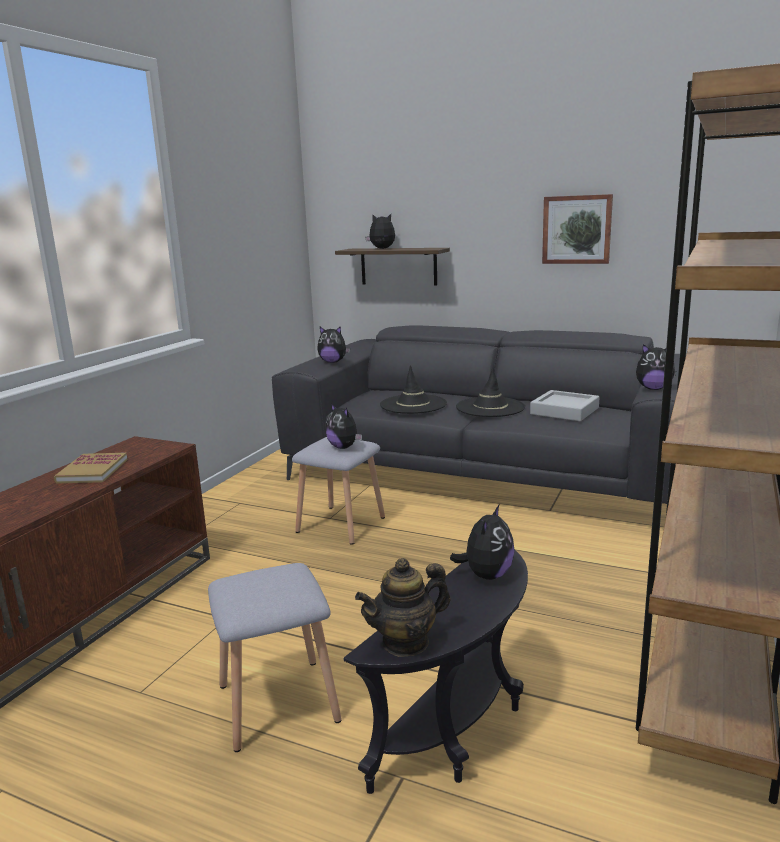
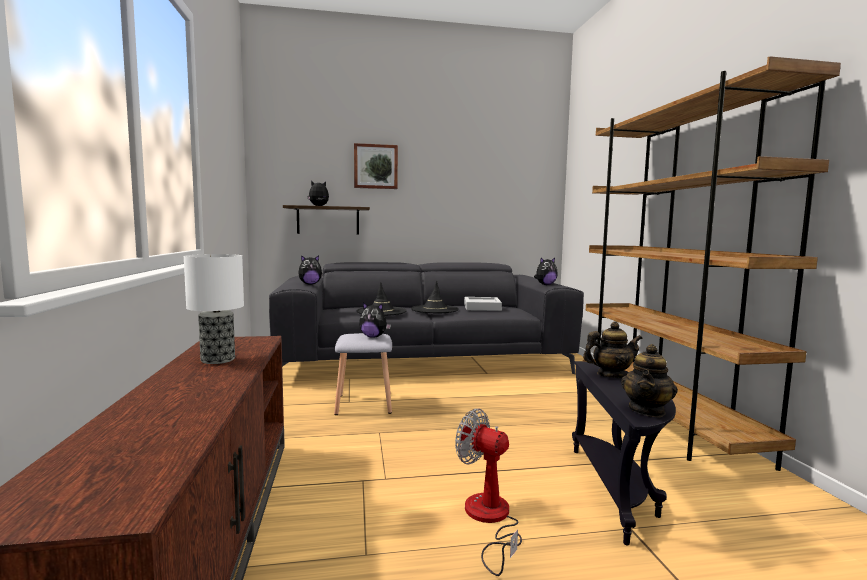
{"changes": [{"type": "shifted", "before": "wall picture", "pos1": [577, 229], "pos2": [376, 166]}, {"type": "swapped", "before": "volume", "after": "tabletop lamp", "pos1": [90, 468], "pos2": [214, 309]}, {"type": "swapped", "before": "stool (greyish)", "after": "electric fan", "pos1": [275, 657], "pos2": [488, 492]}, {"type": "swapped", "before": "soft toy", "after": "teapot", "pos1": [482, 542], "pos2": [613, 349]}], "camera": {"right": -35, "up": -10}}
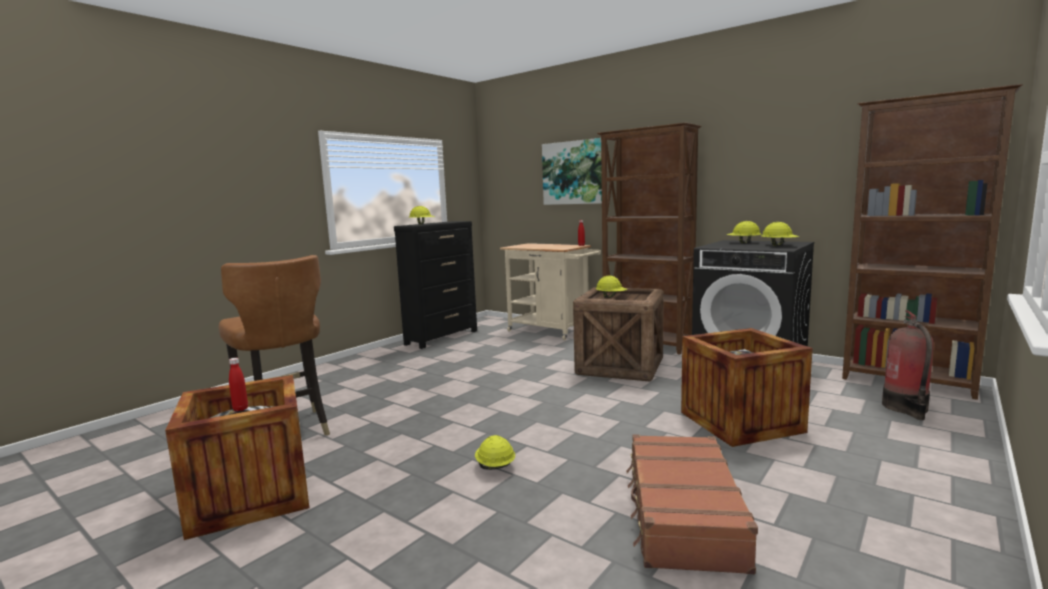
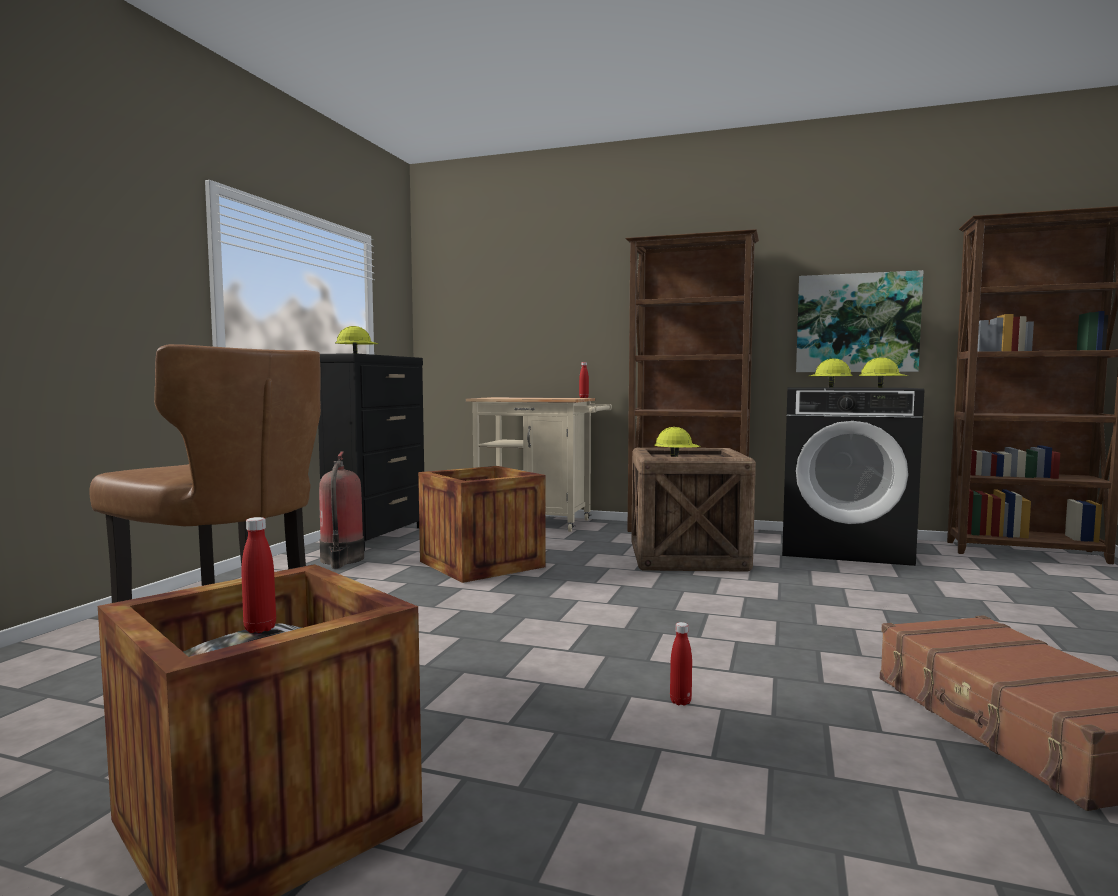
{"changes": [{"type": "shifted", "before": "wall picture", "pos1": [572, 171], "pos2": [859, 321]}, {"type": "shifted", "before": "packing crate", "pos1": [747, 387], "pos2": [482, 524]}, {"type": "shifted", "before": "fire extinguisher", "pos1": [907, 365], "pos2": [341, 510]}, {"type": "swapped", "before": "work helmet (yellow)", "after": "beverage bottle (red-coloured)", "pos1": [495, 452], "pos2": [681, 664]}], "camera": {"right": -20, "up": -5}}
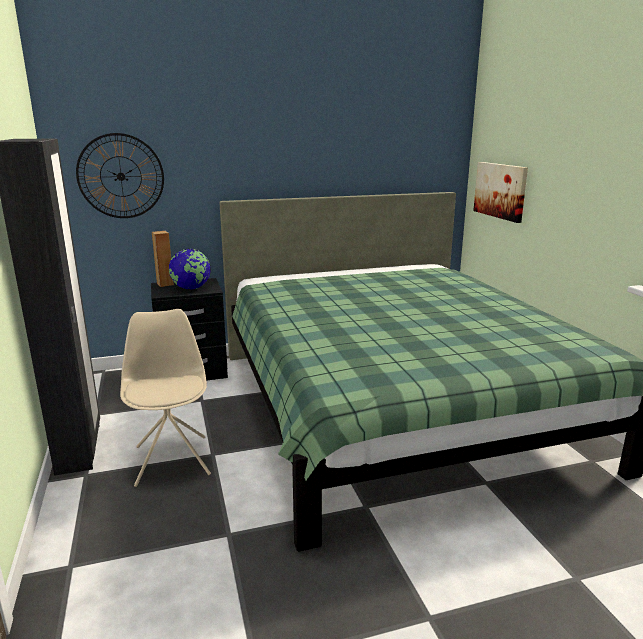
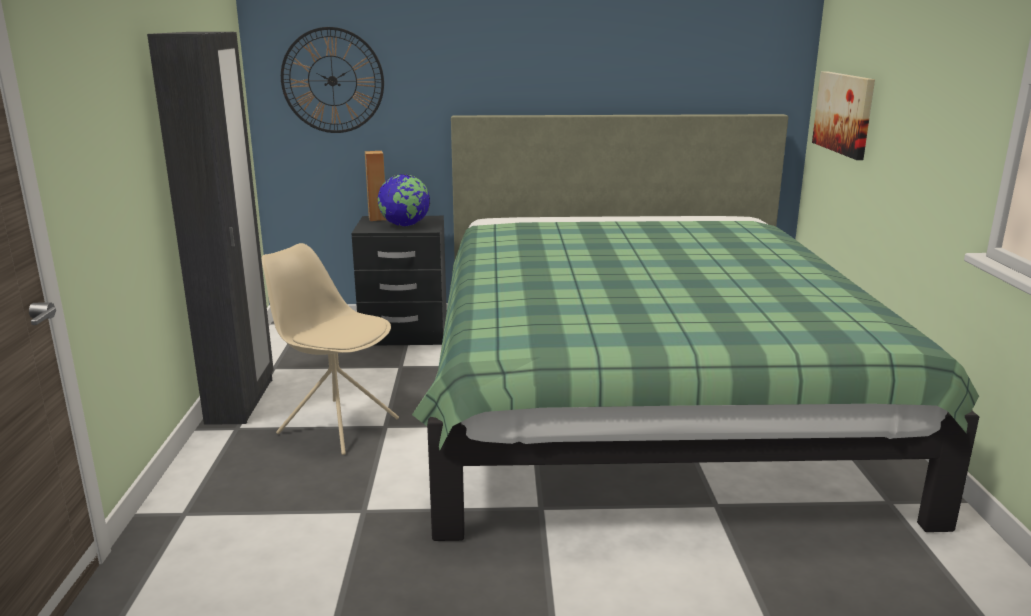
{"changes": [{"type": "rotated", "before": "upright chair (beige-coloured)", "pos1": [165, 398], "pos2": [330, 349], "turn": -60}], "camera": {"right": 15, "up": 0}}
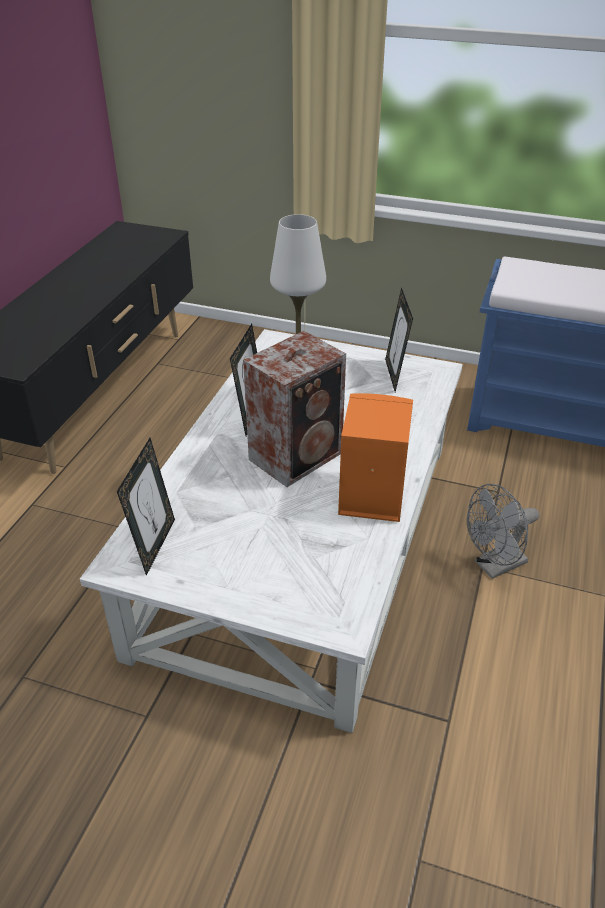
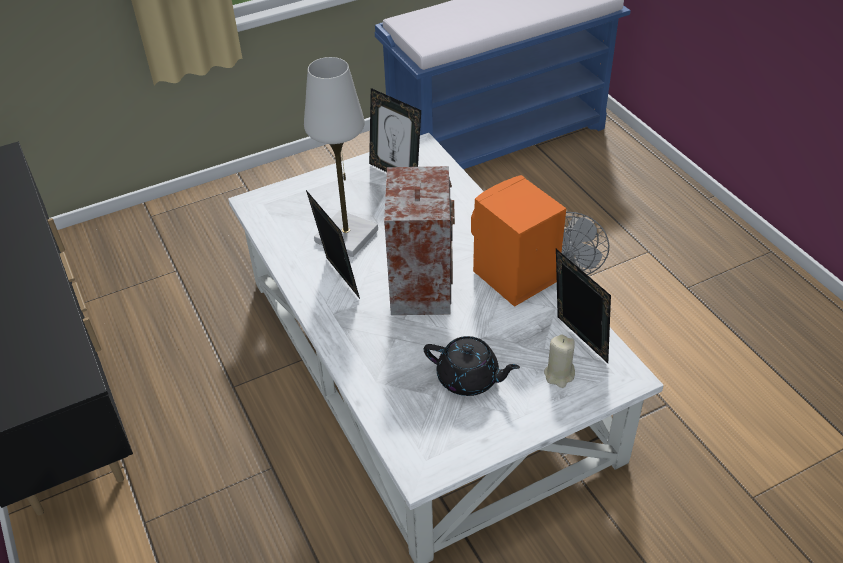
{"changes": [{"type": "new", "after": "teapot (blackish)", "pos2": [472, 366]}, {"type": "new", "after": "wax candle (beige-coloured)", "pos2": [559, 361]}, {"type": "shifted", "before": "photo frame", "pos1": [146, 507], "pos2": [583, 306]}], "camera": {"right": -45, "up": 5}}
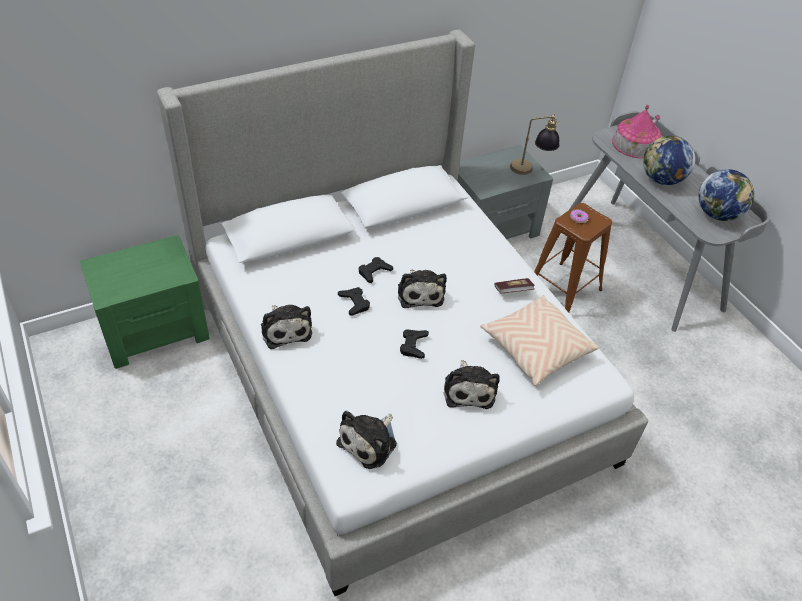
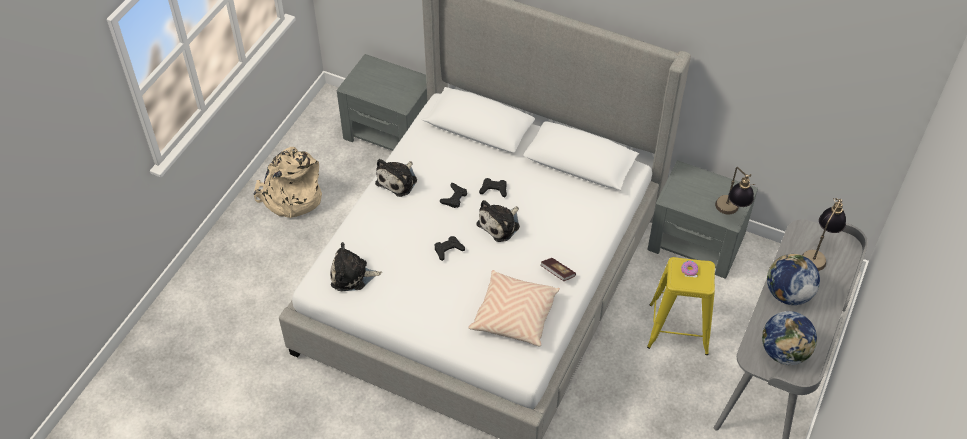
{"changes": [{"type": "gone", "before": "soft toy", "pos1": [472, 384]}, {"type": "new", "after": "knapsack (beige-coloured)", "pos2": [287, 182]}, {"type": "swapped", "before": "model house", "after": "tabletop lamp", "pos1": [636, 131], "pos2": [824, 234]}, {"type": "repainted", "before": "bedside table (green-coloured)", "after": "bedside table (greyish)", "pos1": [145, 302], "pos2": [382, 102]}, {"type": "repainted", "before": "stool (brownish)", "after": "stool (yellow)", "pos1": [573, 258], "pos2": [681, 306]}], "camera": {"right": 55, "up": 5}}
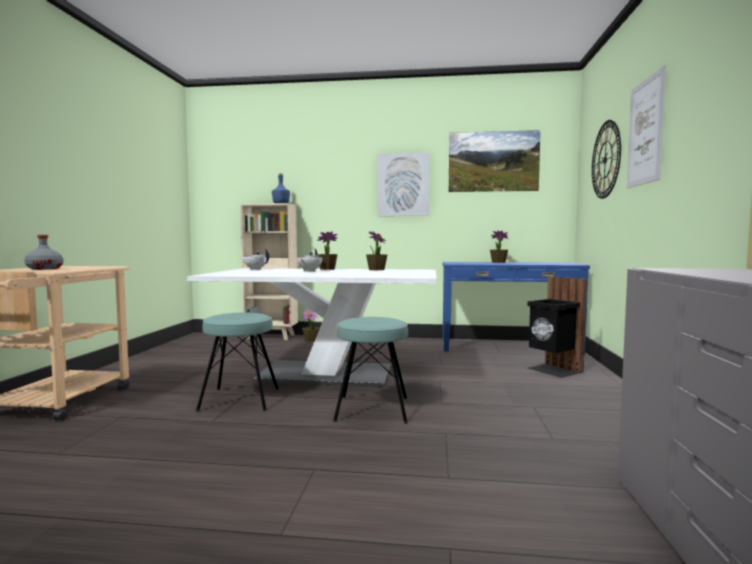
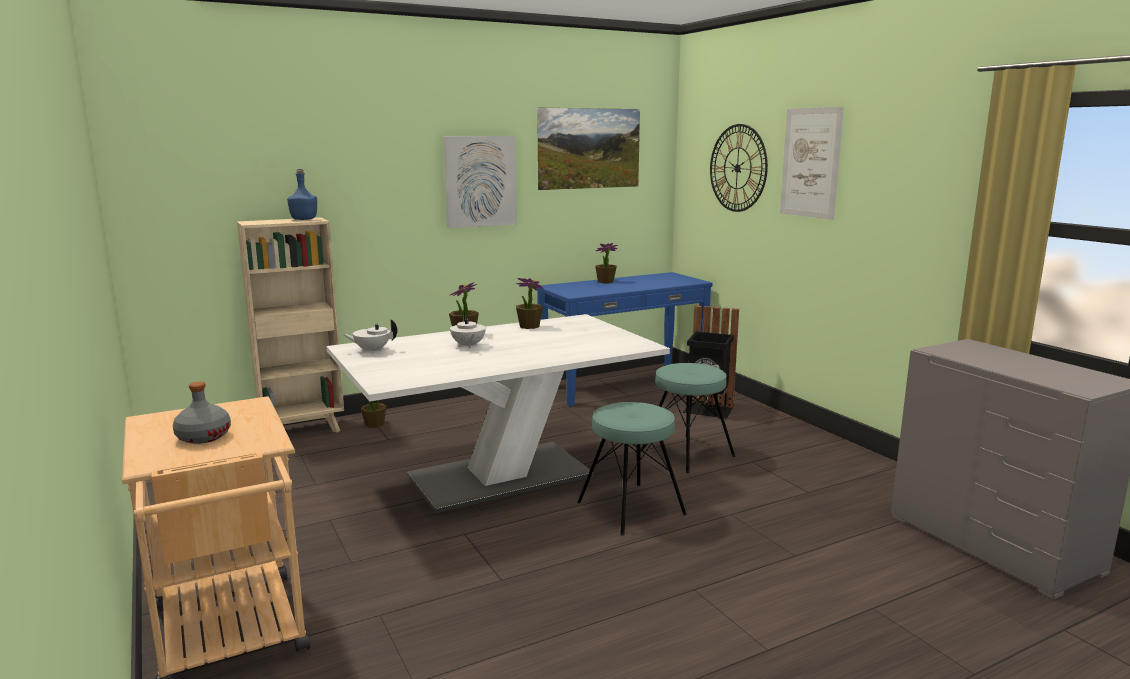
{"changes": [{"type": "shifted", "before": "stool (blue-green)", "pos1": [237, 362], "pos2": [688, 418]}], "camera": {"right": -35, "up": 10}}
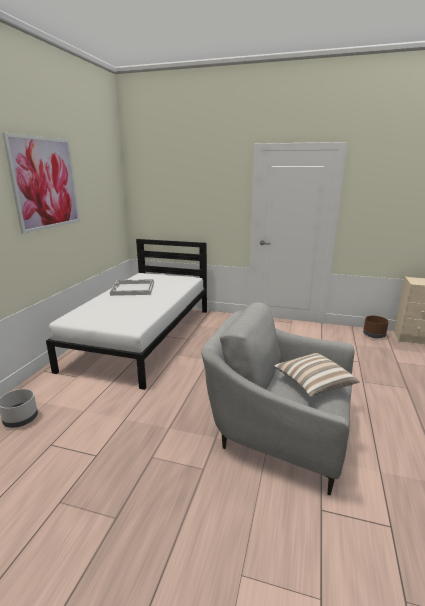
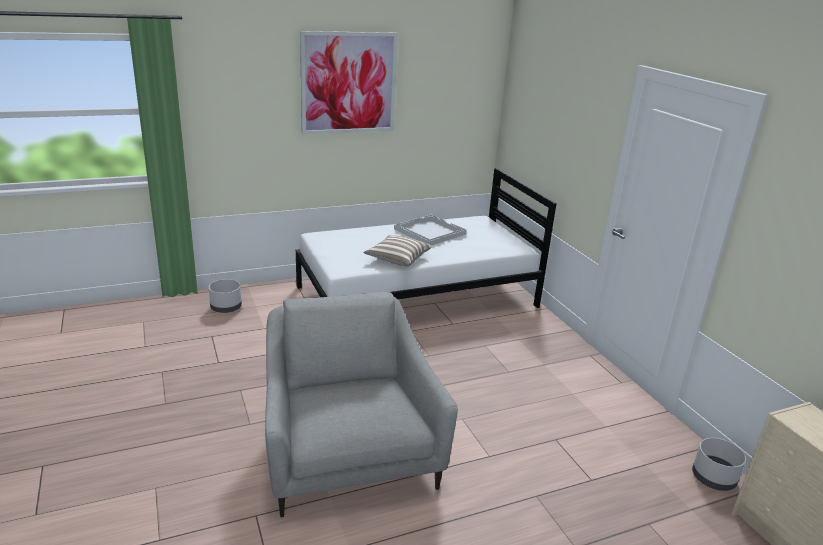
{"changes": [{"type": "shifted", "before": "pillow", "pos1": [317, 375], "pos2": [397, 250]}, {"type": "repainted", "before": "plant pot (brownish)", "after": "plant pot (greyish)", "pos1": [376, 327], "pos2": [719, 464]}], "camera": {"right": 50, "up": 5}}
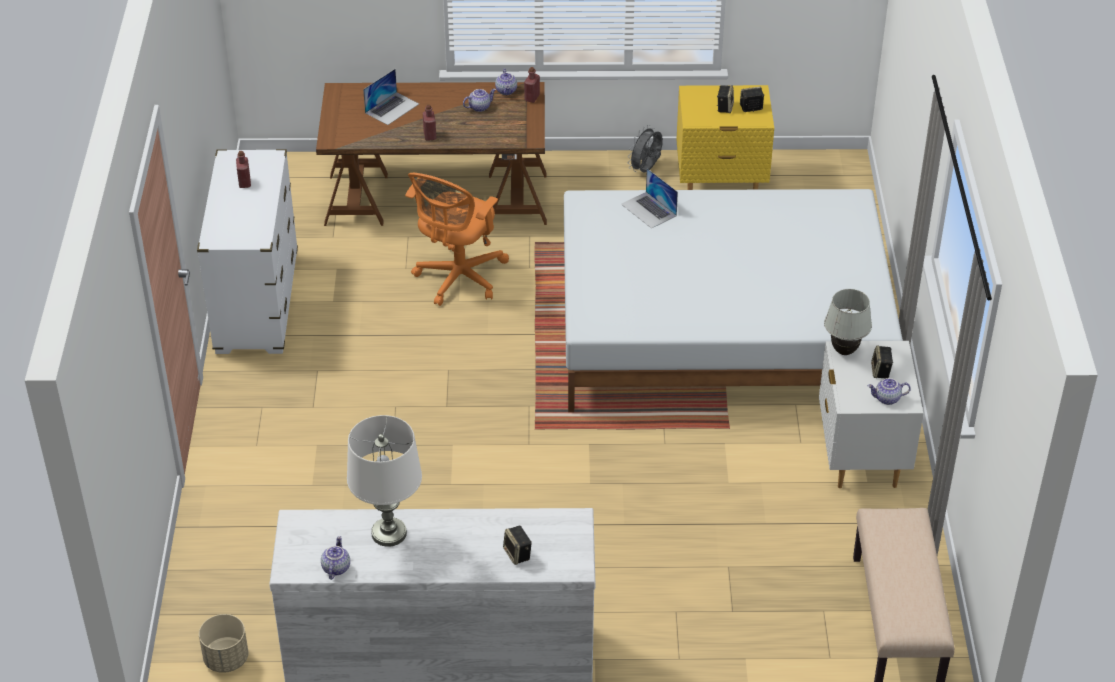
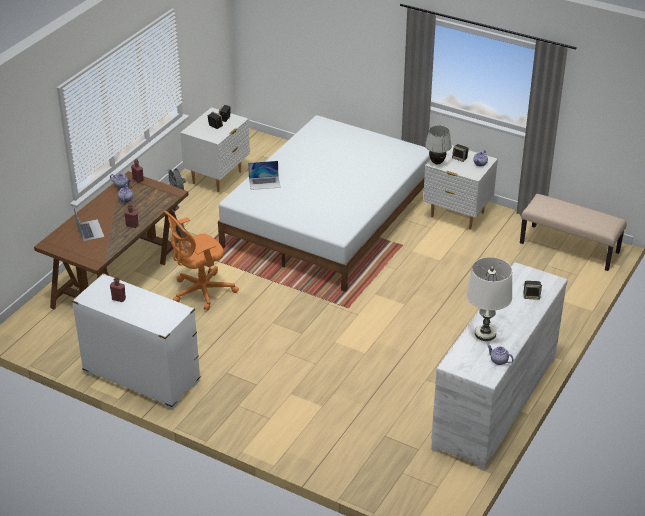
{"changes": [{"type": "gone", "before": "plant pot (beige-coloured)", "pos1": [223, 643]}, {"type": "repainted", "before": "bedside table (yellow)", "after": "bedside table (white-coloured)", "pos1": [725, 137], "pos2": [215, 149]}, {"type": "rotated", "before": "desk chair (orange-coloured)", "pos1": [457, 239], "pos2": [201, 261], "turn": 90}], "camera": {"right": -60, "up": -5}}
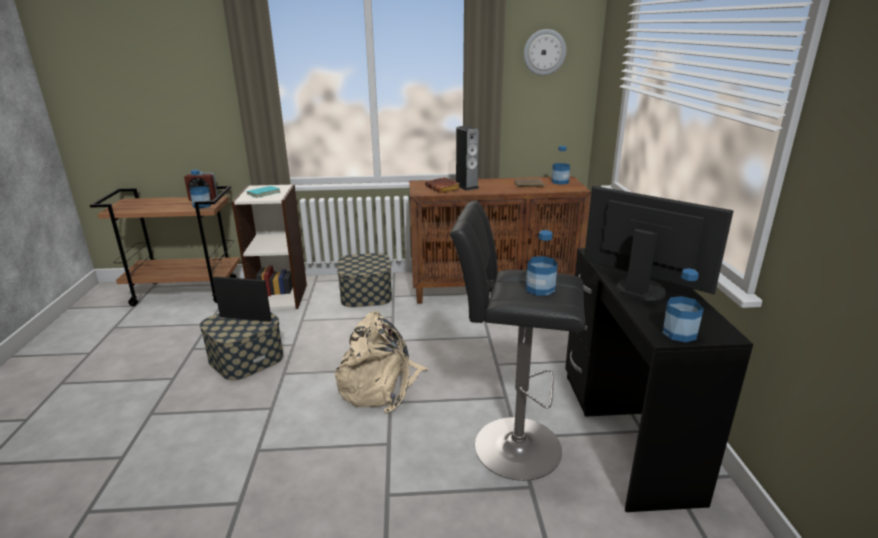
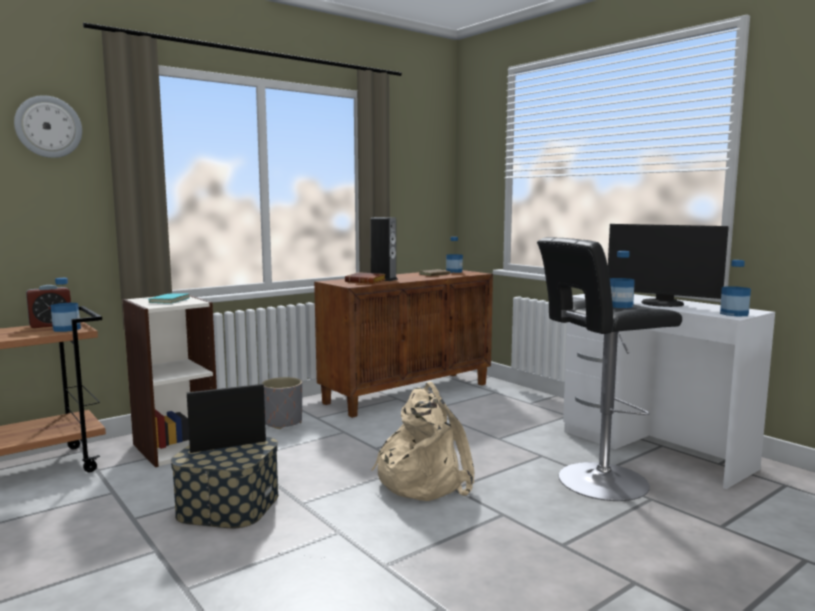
{"changes": [{"type": "shifted", "before": "wall clock", "pos1": [545, 52], "pos2": [48, 126]}, {"type": "swapped", "before": "storage box", "after": "plant pot (greyish)", "pos1": [364, 280], "pos2": [281, 403]}, {"type": "repainted", "before": "desk unit (blackish)", "after": "desk unit (white-coloured)", "pos1": [659, 380], "pos2": [669, 391]}, {"type": "rotated", "before": "computer display", "pos1": [658, 243], "pos2": [668, 265], "turn": -150}], "camera": {"right": -35, "up": -15}}
